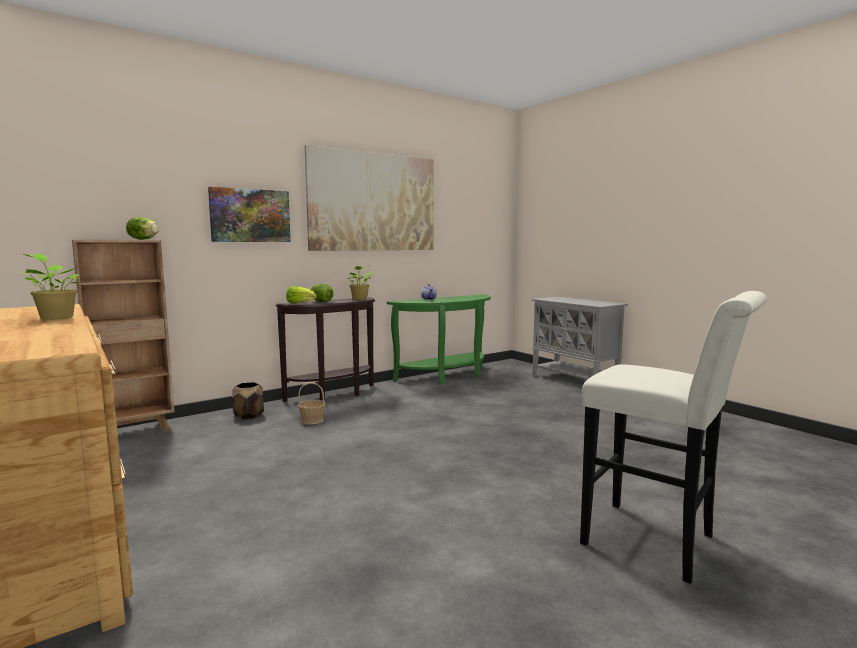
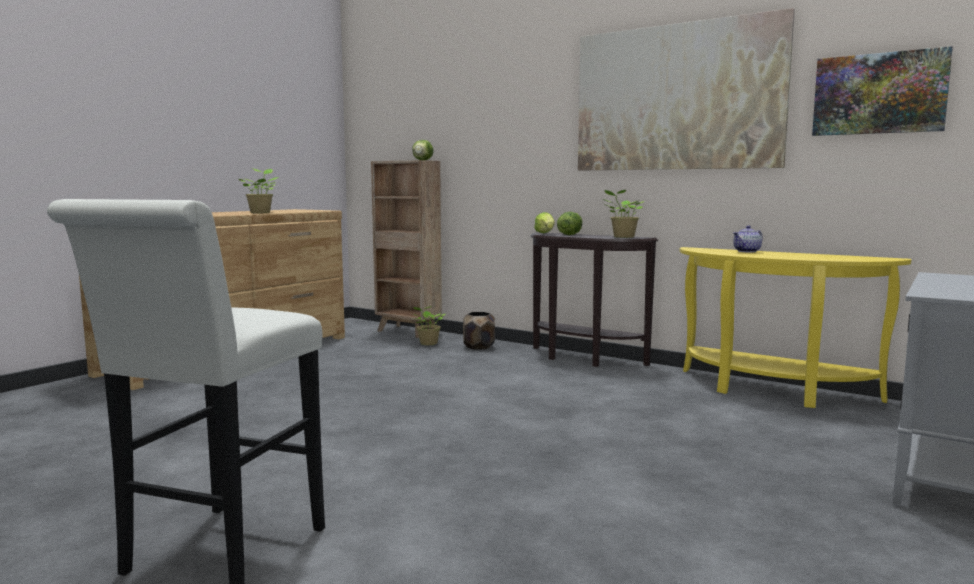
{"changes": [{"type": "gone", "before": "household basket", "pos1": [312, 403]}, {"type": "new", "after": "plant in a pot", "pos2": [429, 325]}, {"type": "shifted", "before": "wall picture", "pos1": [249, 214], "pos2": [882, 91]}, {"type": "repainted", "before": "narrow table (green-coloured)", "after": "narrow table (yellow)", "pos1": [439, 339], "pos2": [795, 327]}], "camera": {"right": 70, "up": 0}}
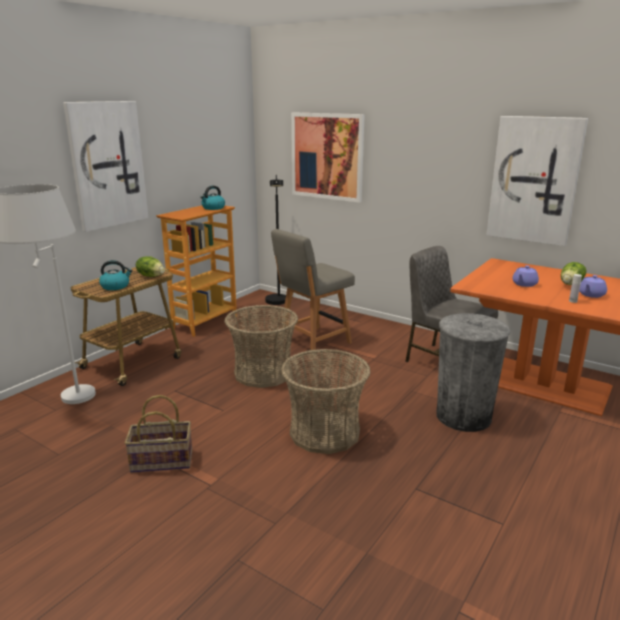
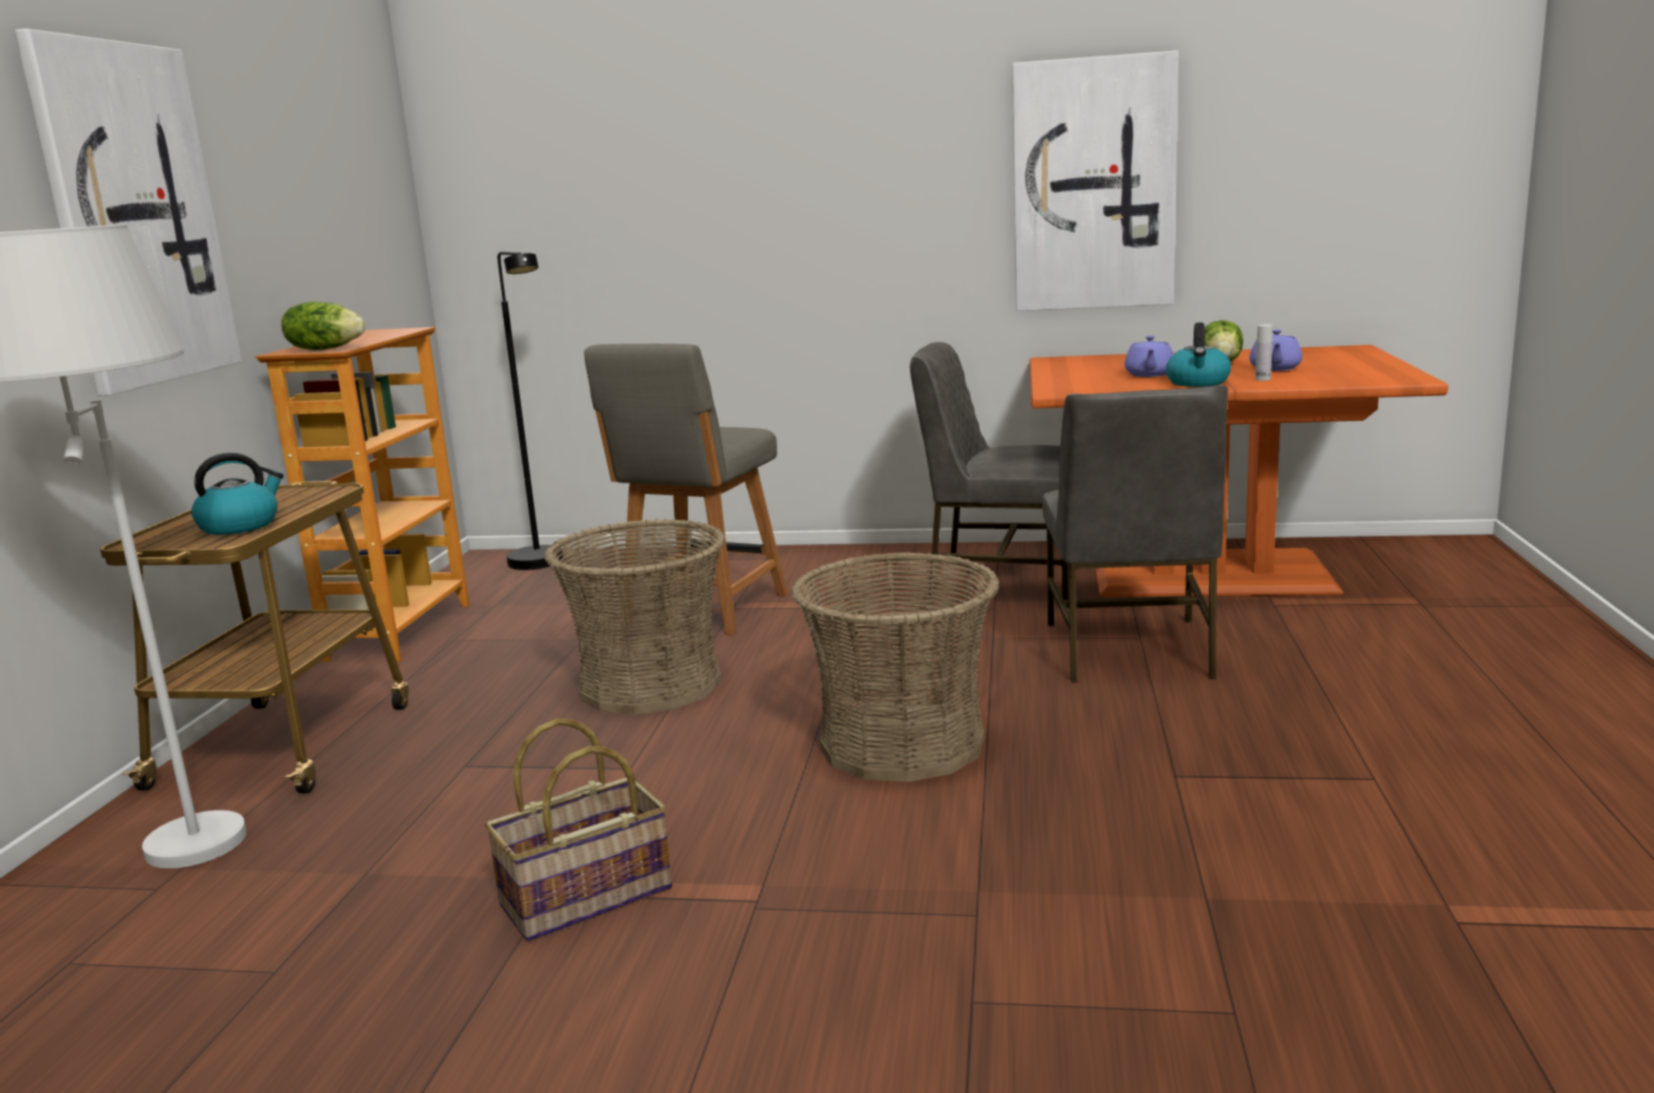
{"changes": [{"type": "gone", "before": "wall picture", "pos1": [328, 157]}, {"type": "shifted", "before": "lettuce", "pos1": [150, 266], "pos2": [323, 326]}, {"type": "shifted", "before": "water kettle", "pos1": [212, 198], "pos2": [1198, 355]}, {"type": "swapped", "before": "waste bin (greyish)", "after": "upright chair (greyish)", "pos1": [473, 372], "pos2": [1135, 534]}], "camera": {"right": -25, "up": -5}}
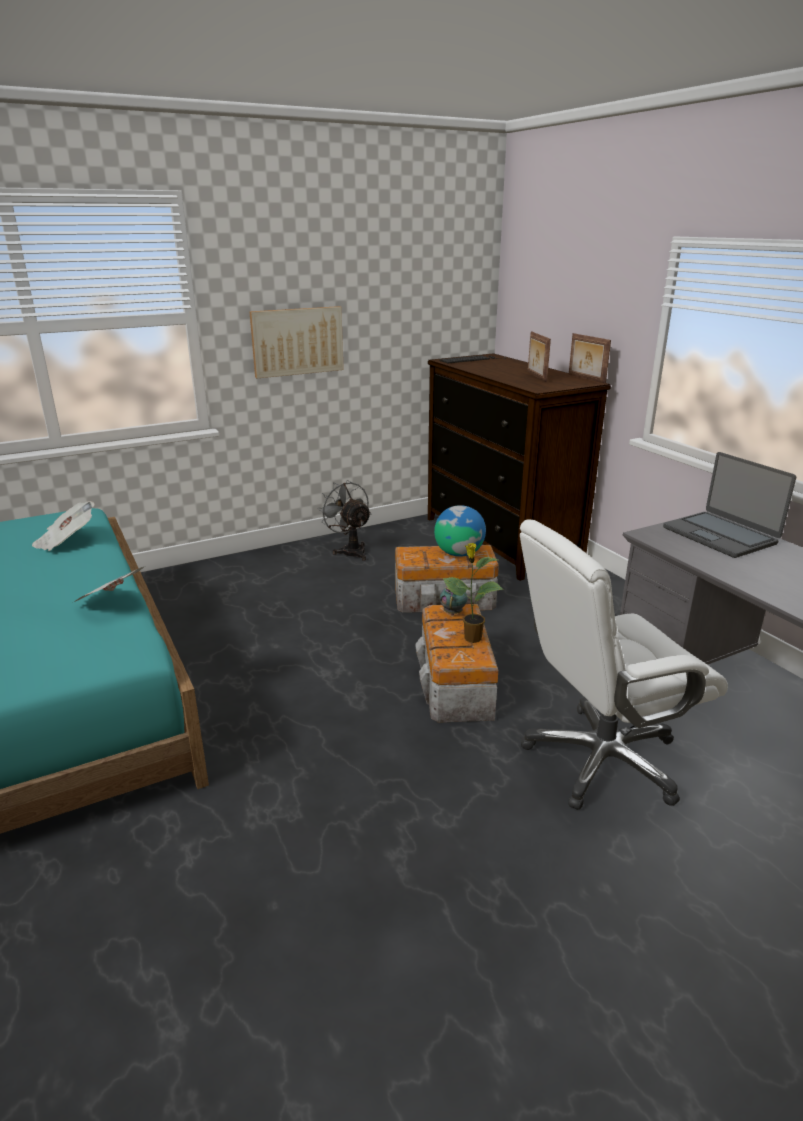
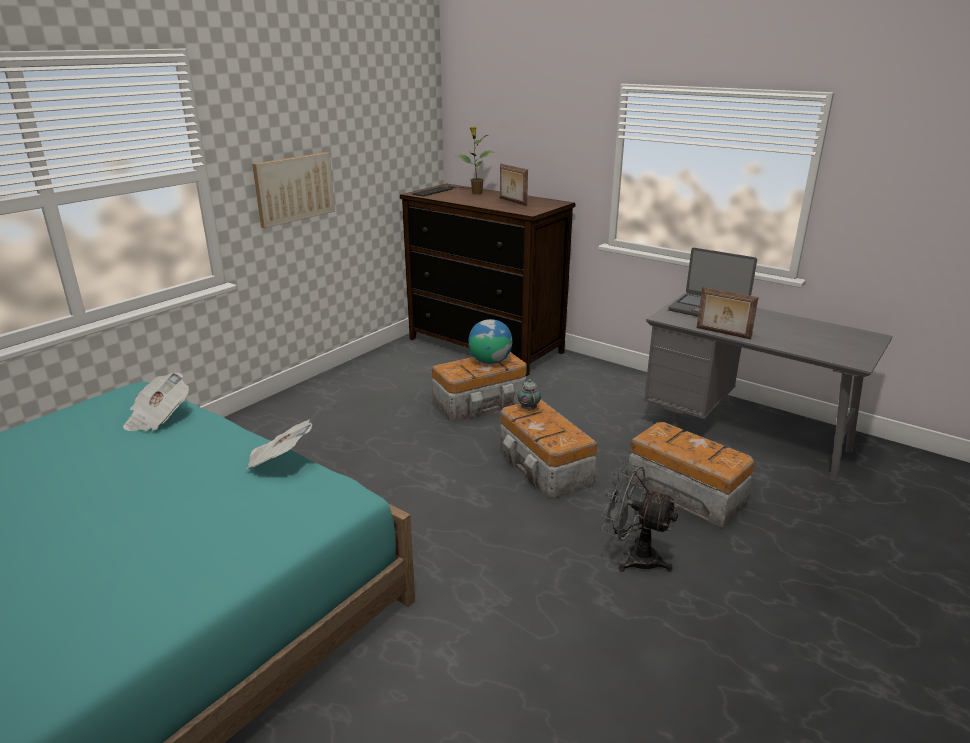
{"changes": [{"type": "shifted", "before": "electric fan (greyish)", "pos1": [345, 520], "pos2": [639, 517]}, {"type": "shifted", "before": "plant in a pot", "pos1": [473, 593], "pos2": [475, 160]}, {"type": "shifted", "before": "photo frame", "pos1": [589, 358], "pos2": [728, 313]}, {"type": "swapped", "before": "desk chair (white-coloured)", "after": "storage box", "pos1": [624, 664], "pos2": [691, 475]}], "camera": {"right": -25, "up": 0}}
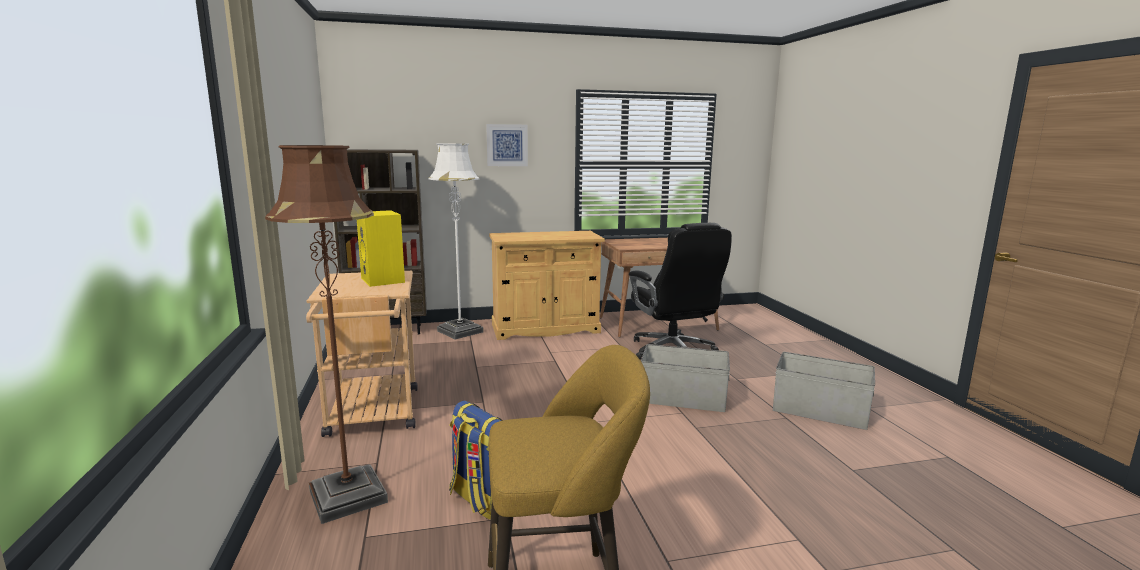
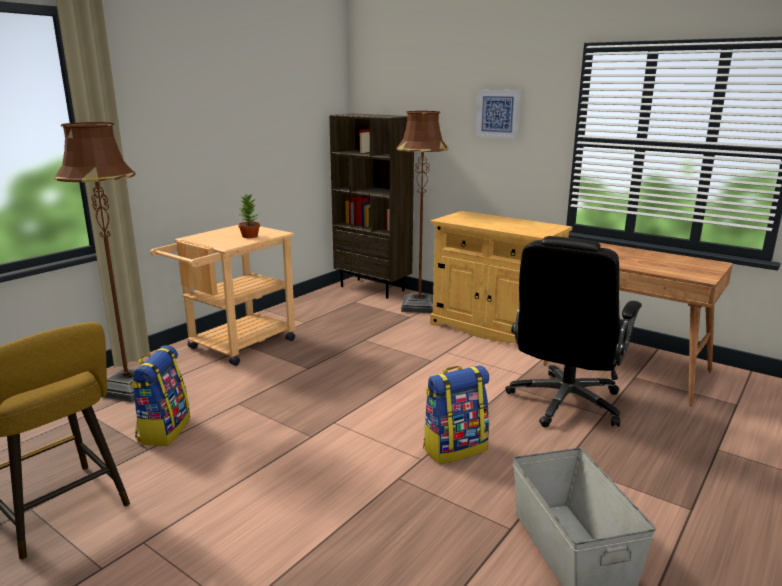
{"changes": [{"type": "swapped", "before": "loudspeaker (yellow)", "after": "plant in a pot", "pos1": [381, 248], "pos2": [249, 216]}, {"type": "swapped", "before": "storage box (greyish)", "after": "knapsack", "pos1": [685, 378], "pos2": [456, 414]}, {"type": "repainted", "before": "standing lamp (white-coloured)", "after": "standing lamp (brownish)", "pos1": [456, 241], "pos2": [422, 212]}], "camera": {"right": 50, "up": 5}}
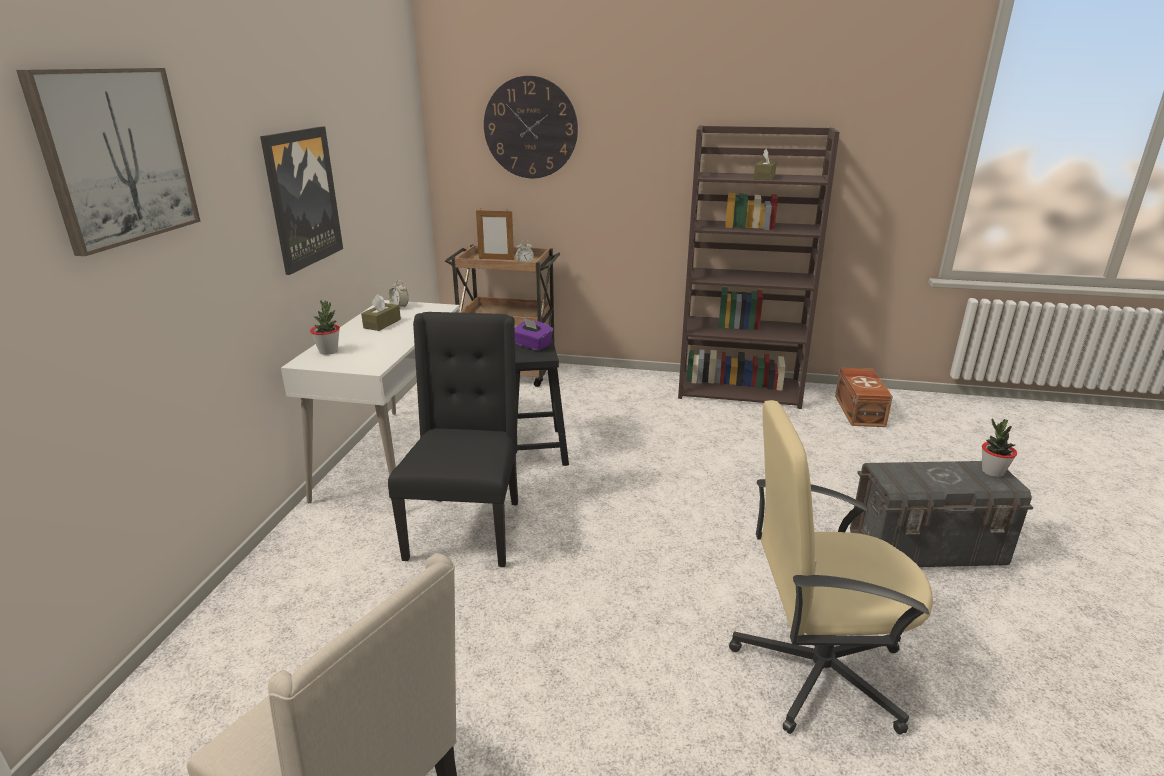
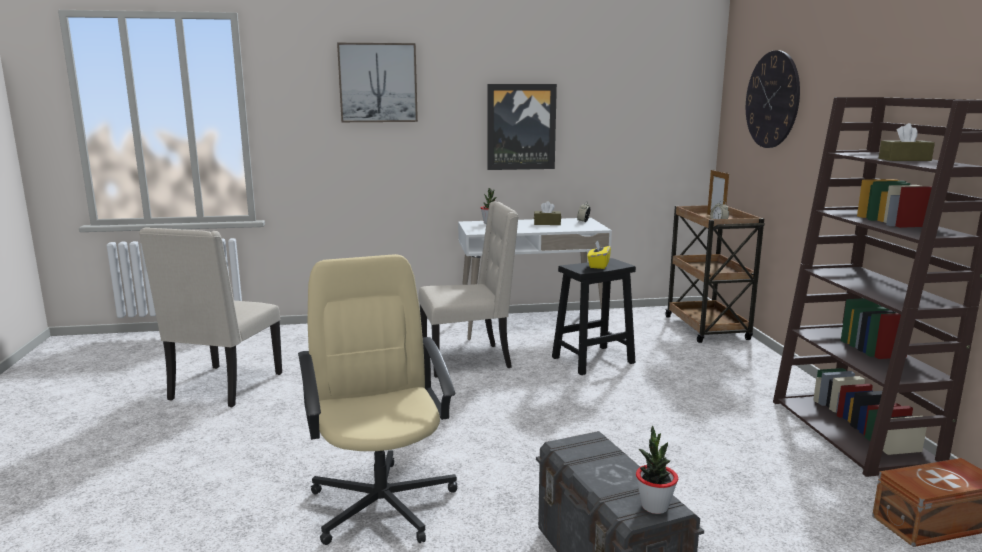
{"changes": [{"type": "repainted", "before": "upright chair (blackish)", "after": "upright chair (beige-coloured)", "pos1": [453, 439], "pos2": [469, 290]}, {"type": "repainted", "before": "box of tissues (purple)", "after": "box of tissues (yellow)", "pos1": [534, 334], "pos2": [599, 254]}], "camera": {"right": 70, "up": -10}}
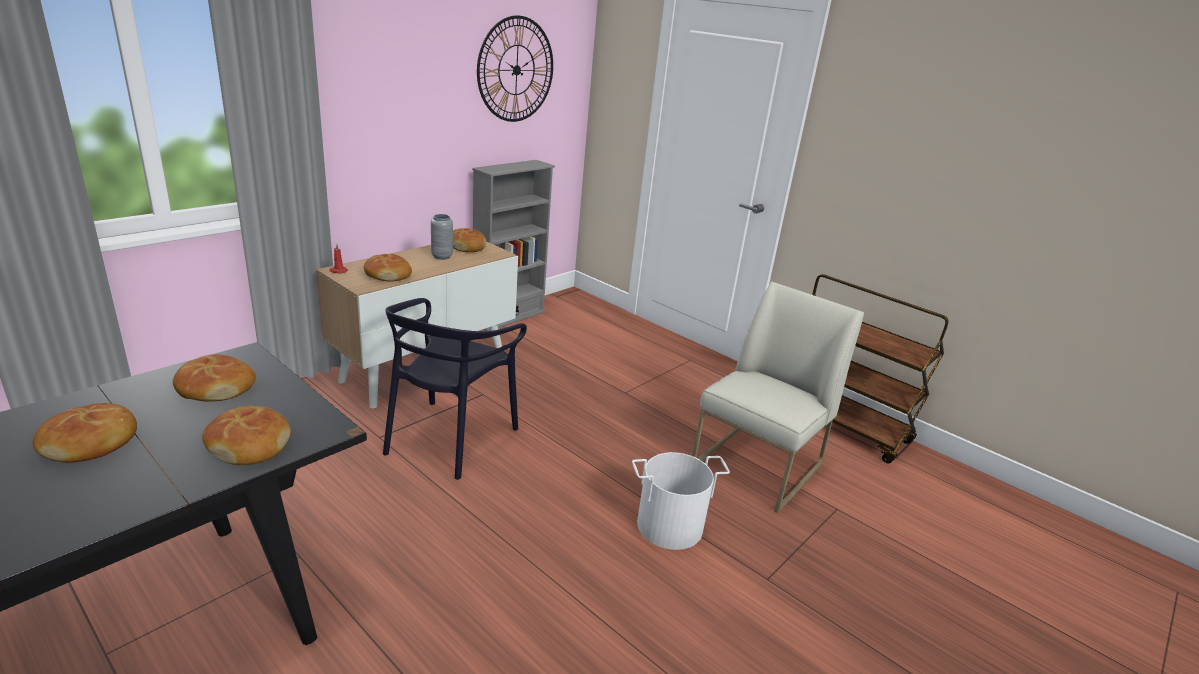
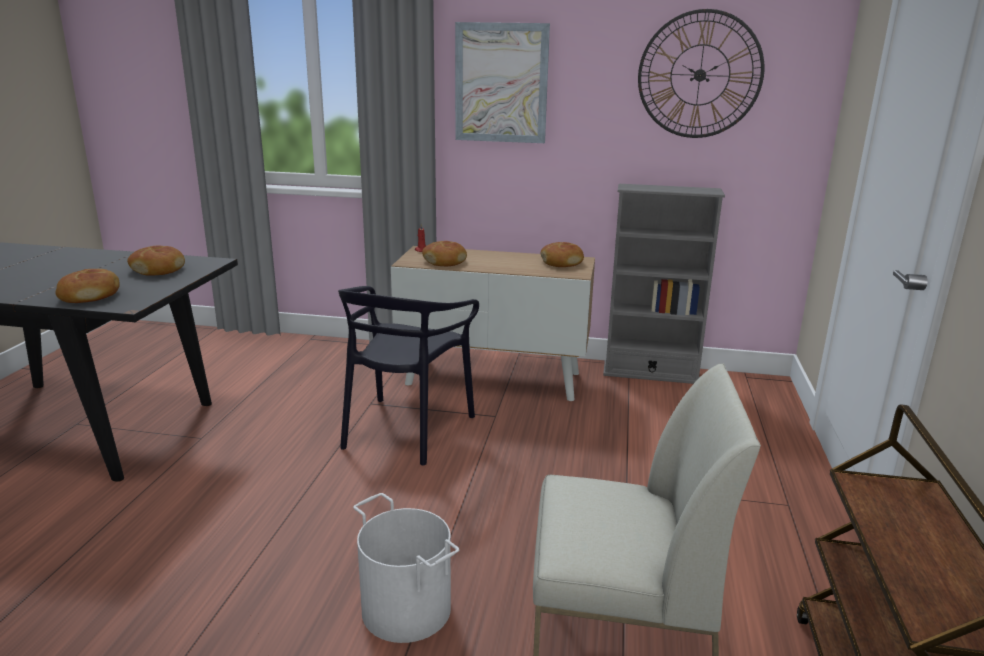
{"changes": [{"type": "gone", "before": "bakery bread", "pos1": [85, 432]}, {"type": "gone", "before": "flower vase (greyish)", "pos1": [442, 237]}, {"type": "new", "after": "wall picture", "pos2": [502, 82]}, {"type": "rotated", "before": "upright chair (blackish)", "pos1": [455, 389], "pos2": [408, 376], "turn": -60}], "camera": {"right": 60, "up": -5}}
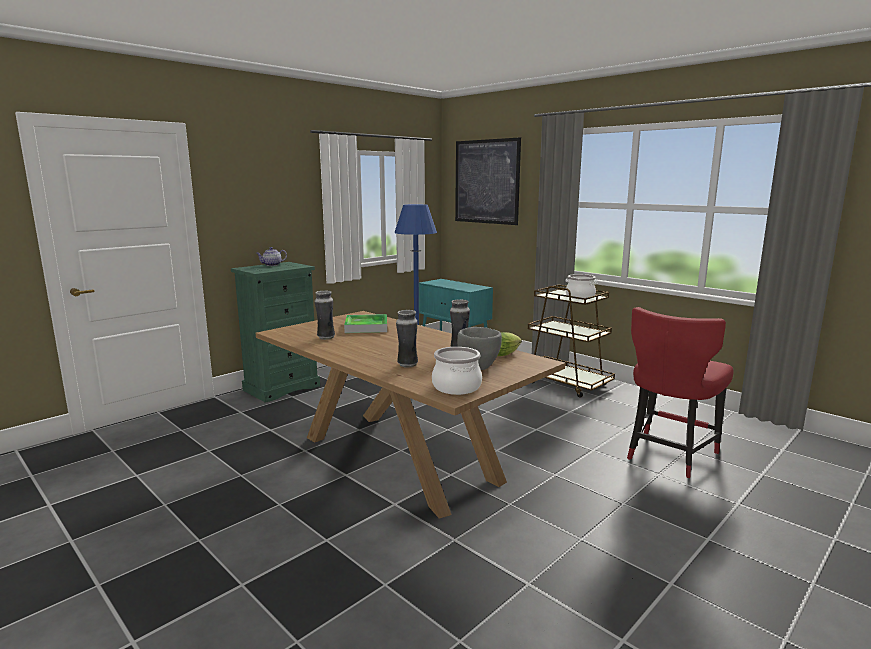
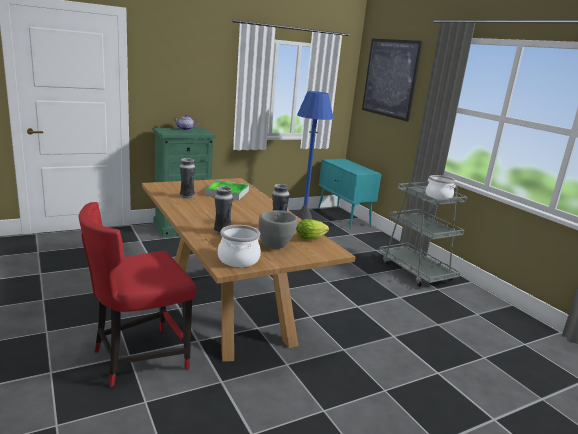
{"changes": [{"type": "shifted", "before": "upright chair (red-coloured)", "pos1": [680, 392], "pos2": [138, 294]}, {"type": "repainted", "before": "trolley (brownish)", "after": "trolley (greyish)", "pos1": [571, 341], "pos2": [423, 234]}], "camera": {"right": 15, "up": 5}}
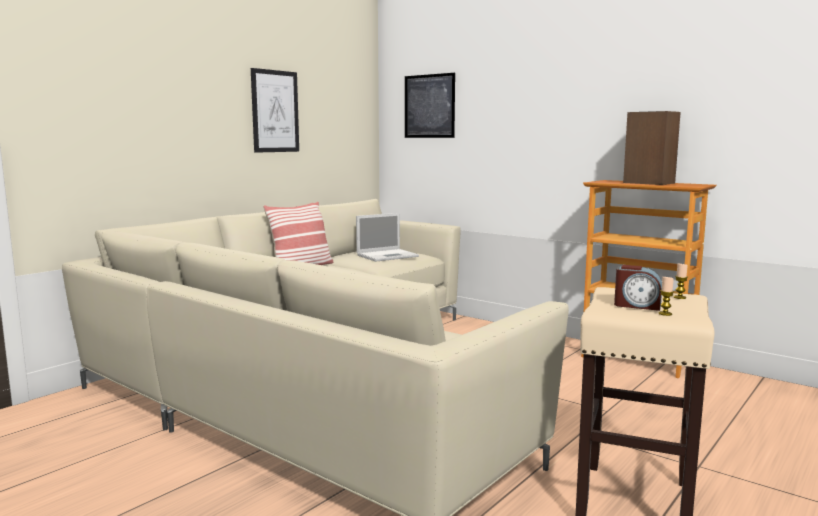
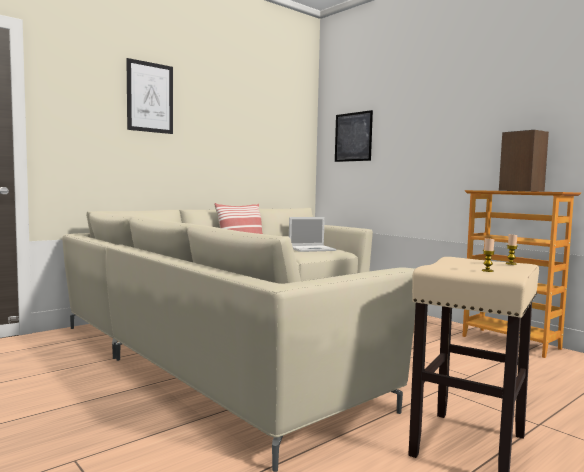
{"changes": [{"type": "gone", "before": "bedside clock", "pos1": [638, 288]}, {"type": "shifted", "before": "wall picture", "pos1": [275, 110], "pos2": [149, 96]}], "camera": {"right": 10, "up": -5}}
